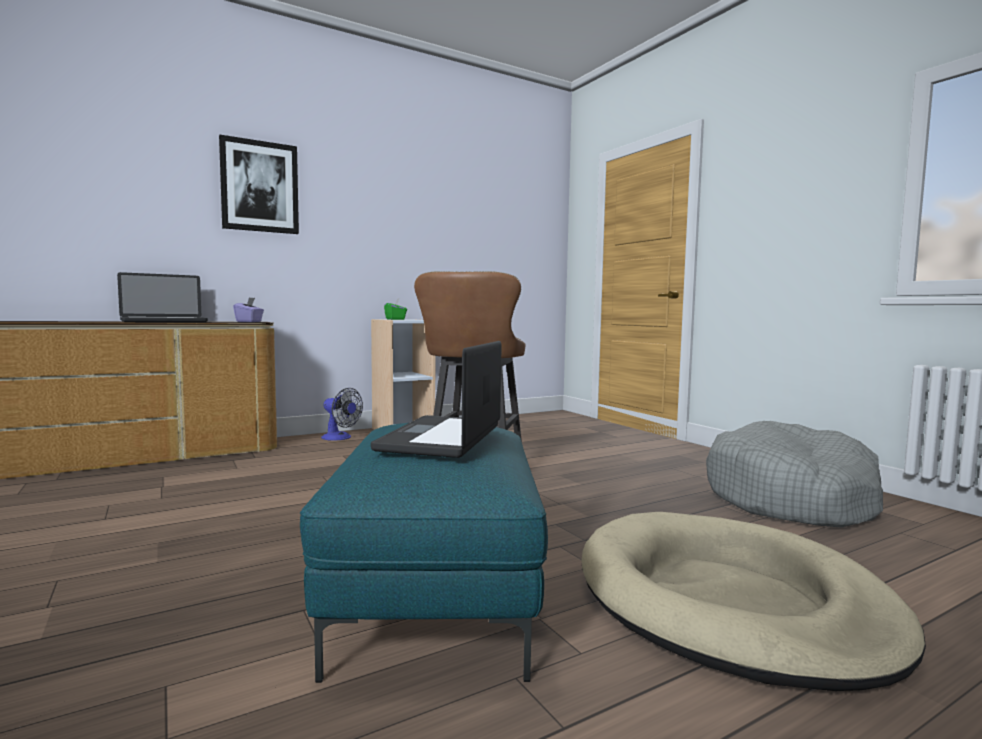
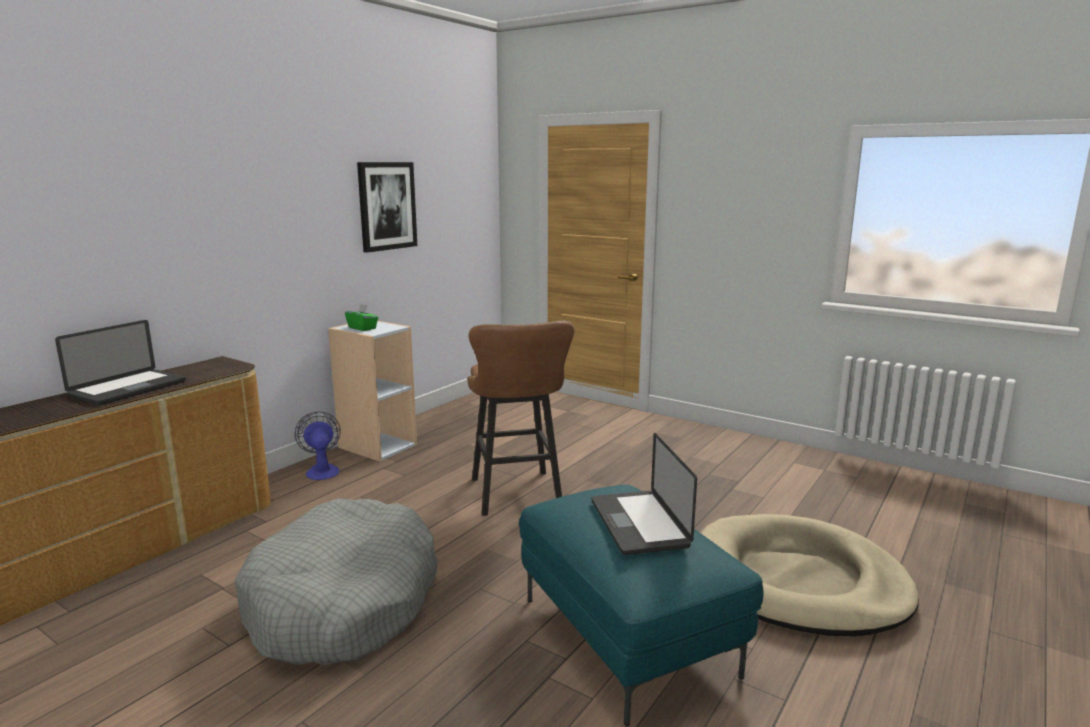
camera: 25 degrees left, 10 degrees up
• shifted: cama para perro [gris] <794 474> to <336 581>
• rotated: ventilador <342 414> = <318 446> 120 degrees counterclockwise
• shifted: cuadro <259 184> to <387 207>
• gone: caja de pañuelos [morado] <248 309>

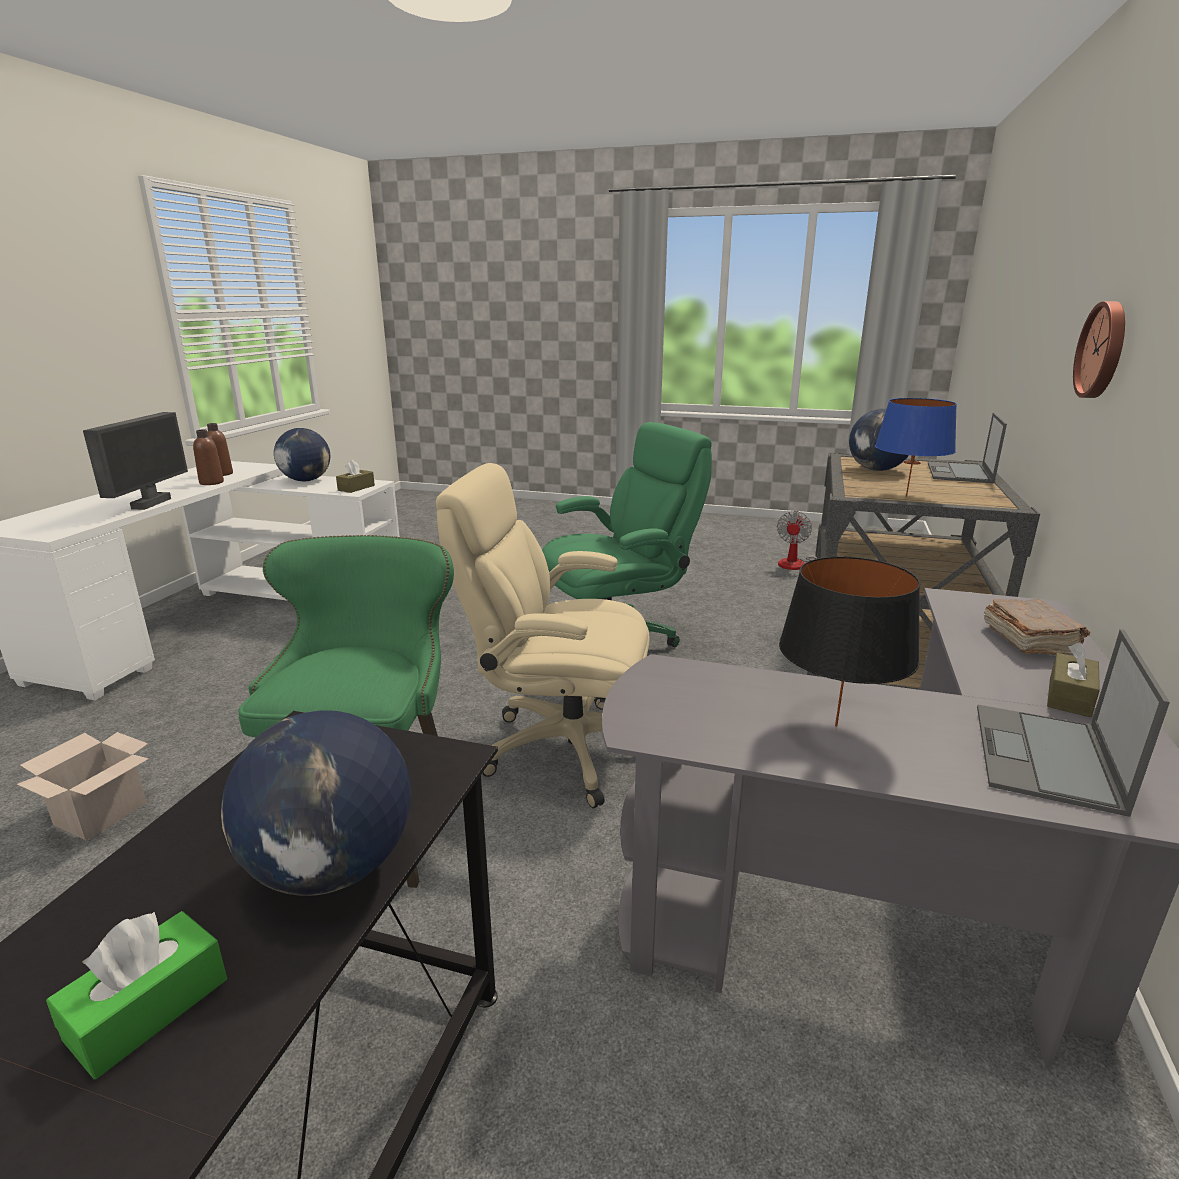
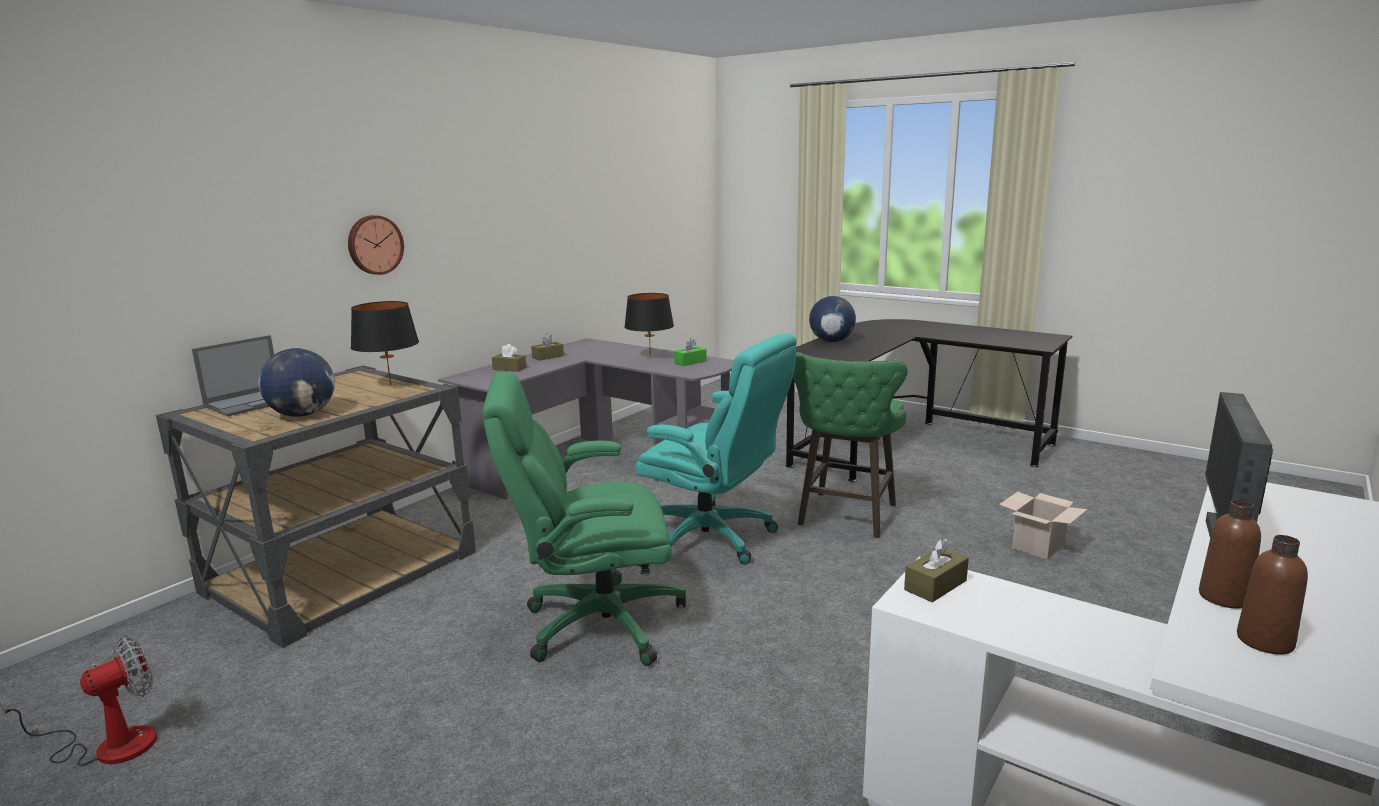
camera: 160 degrees left, 5 degrees down
• repainted: lámpara de mesa [azul] <916 447> to lámpara de mesa [negro] <385 343>
• swapped: libro [marrón] <1036 627> to caja de pañuelos [marrón] <509 358>
• repainted: silla de oficina [beis] <542 635> to silla de oficina [turquesa] <716 448>
• shifted: caja de pañuelos [verde] <136 995> to <690 352>
• gone: globo terráqueo <302 454>
• gone: portátil <1073 723>

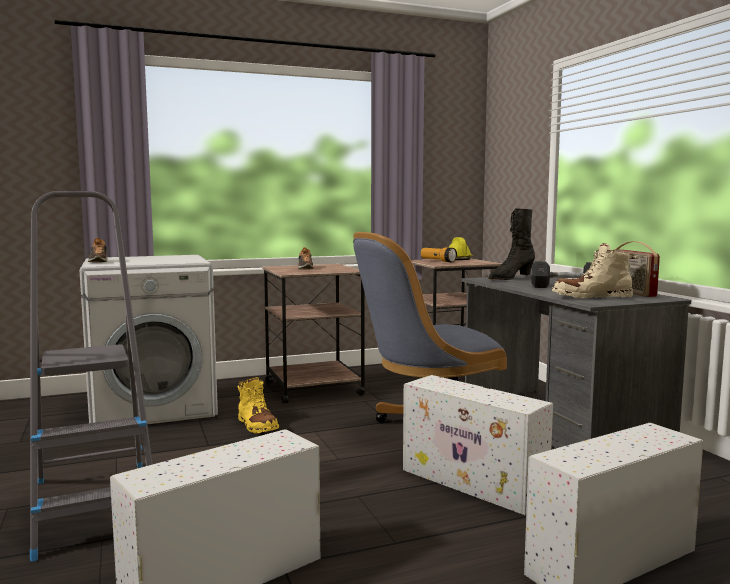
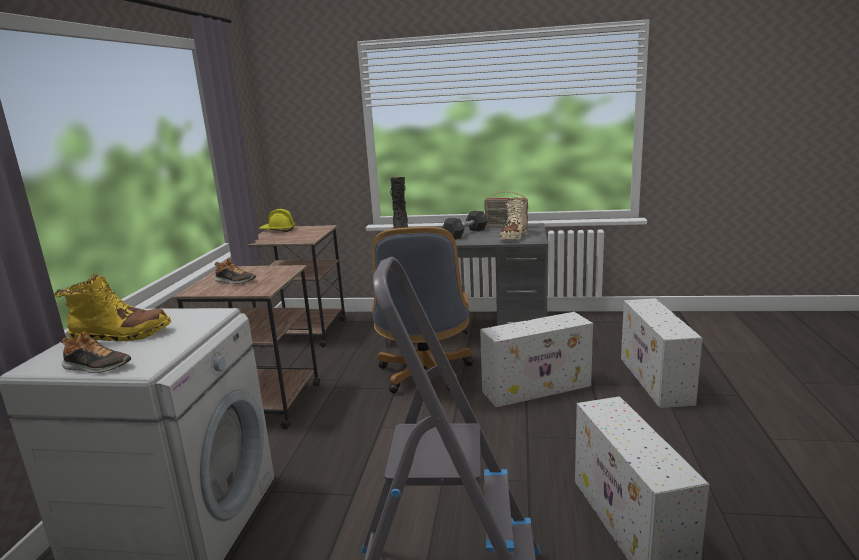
camera: 60 degrees left, 10 degrees up
• shifted: bota [amarillo] <258 405> to <112 307>
• gone: linterna <439 254>

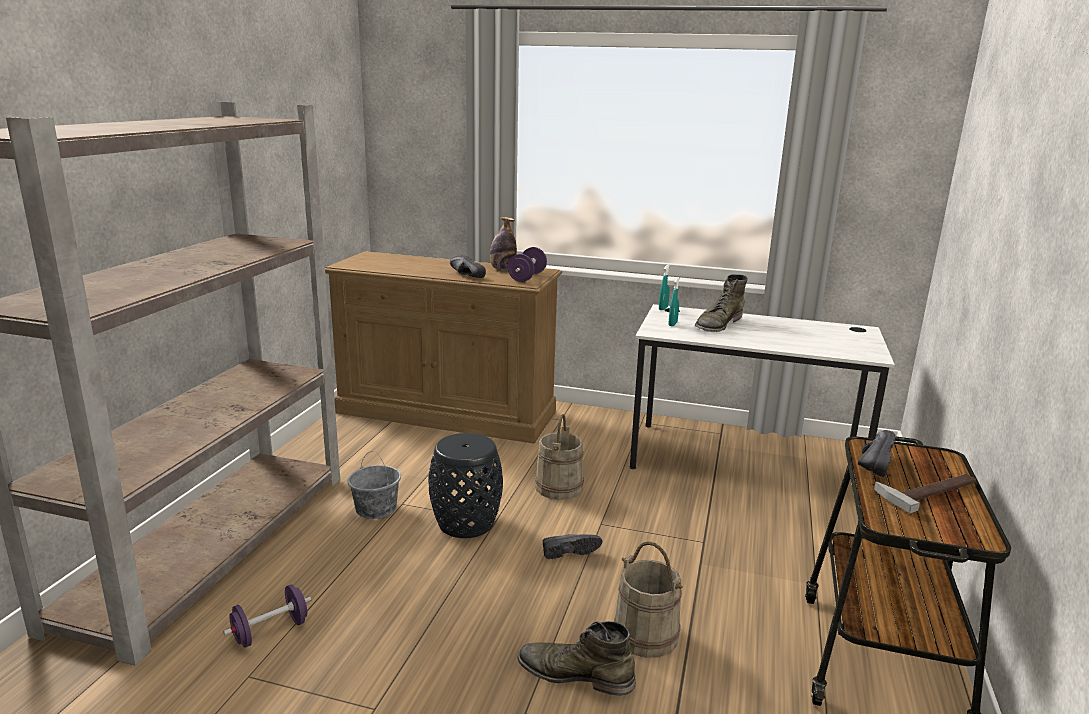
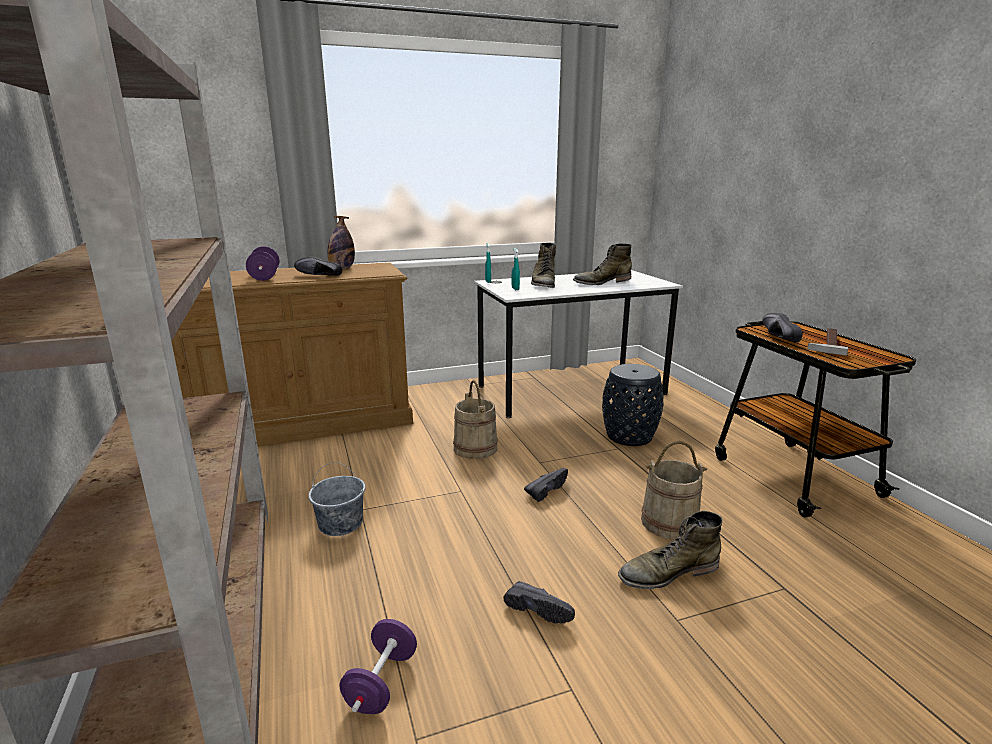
camera: 35 degrees left, 0 degrees up
• shifted: mancuerna [morado] <527 264> to <262 263>
• new: zapato [negro] <539 602>
• new: bota [verde] <602 264>
• shifted: taburete [negro] <465 485> to <633 405>

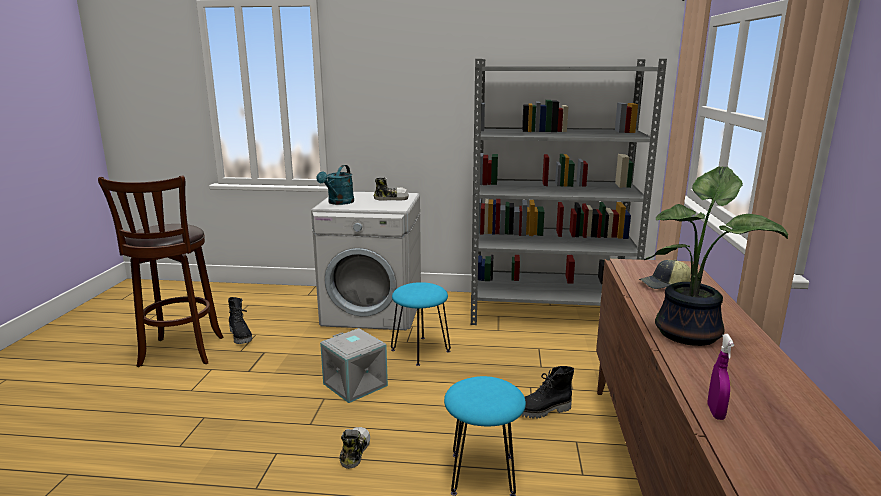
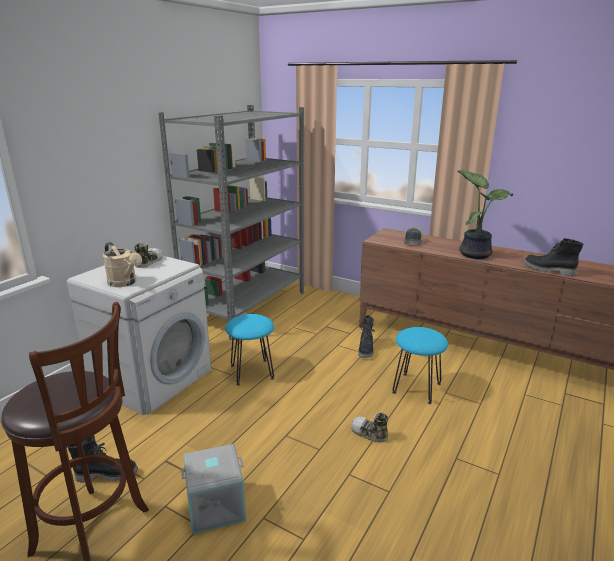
camera: 65 degrees left, 5 degrees up
• repainted: regadera [turquesa] <335 185> to regadera [beis] <122 264>
• shifted: caja de almacenaje [gris] <354 365> to <213 489>
• swapped: pulverizador [morado] <720 377> to bota [negro] <553 257>

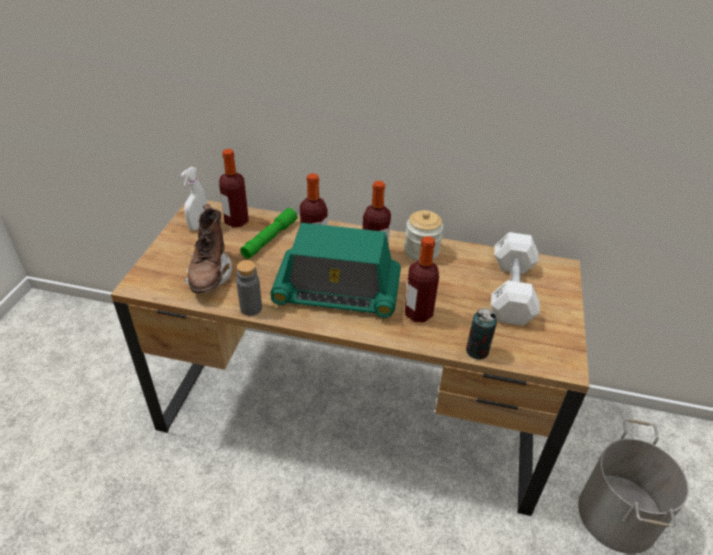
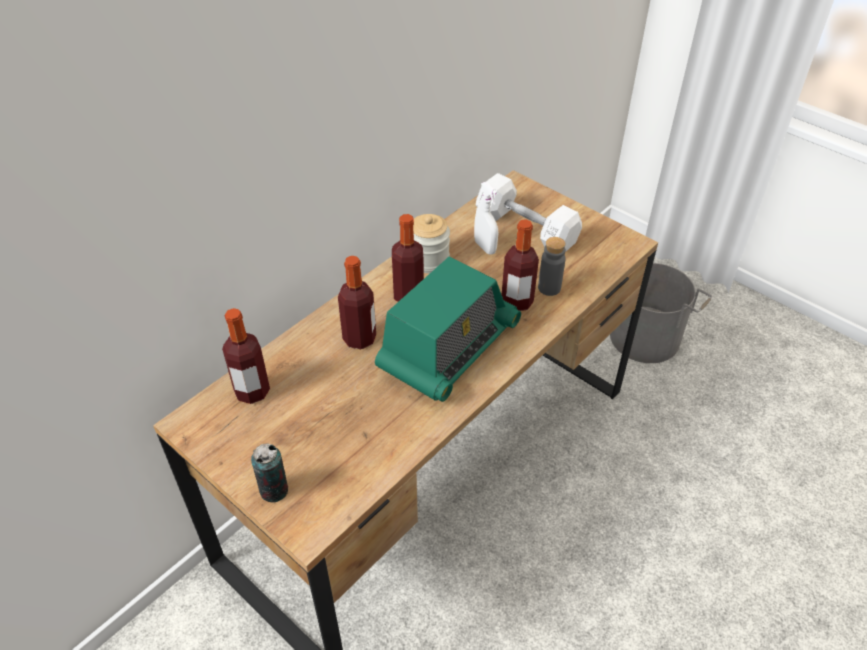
camera: 60 degrees left, 5 degrees up
• shifted: lata <481 334> to <269 473>
• shifted: pulverizador [blanco] <194 199> to <486 218>
• shifted: botella [gris] <249 288> to <552 266>
• gone: bota [marrón] <208 249>
• gone: linterna [verde] <269 233>

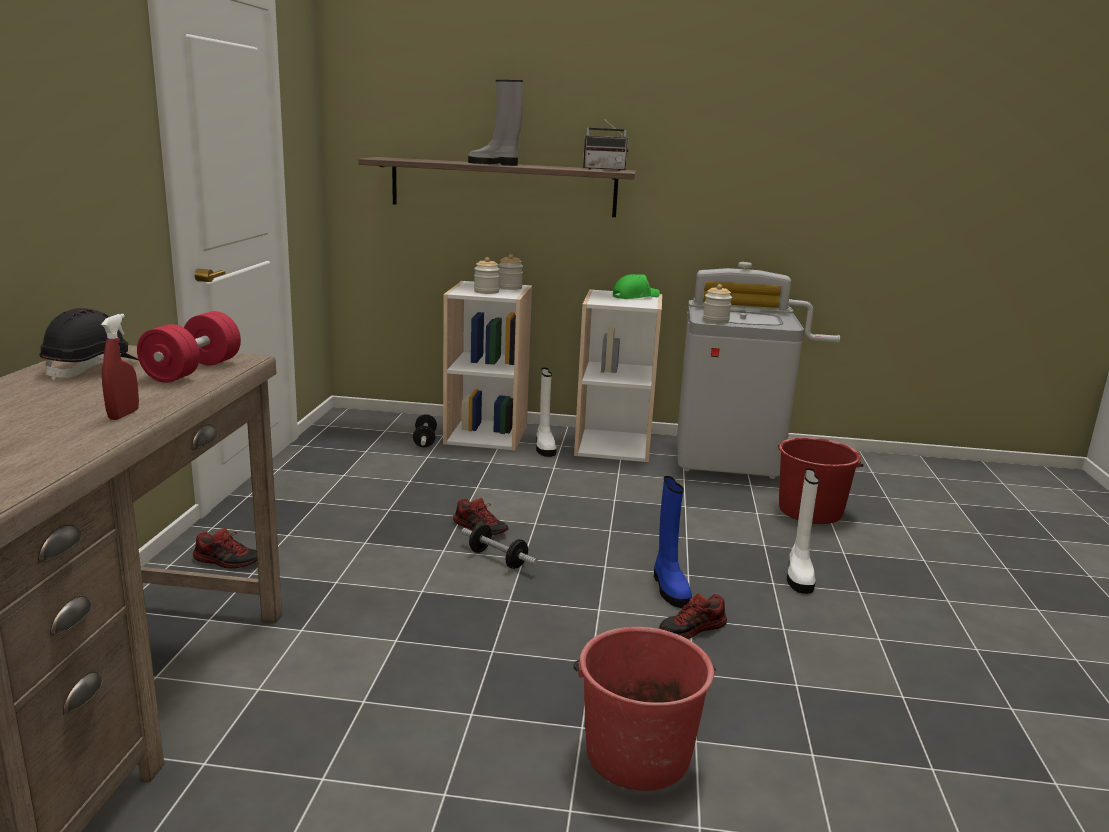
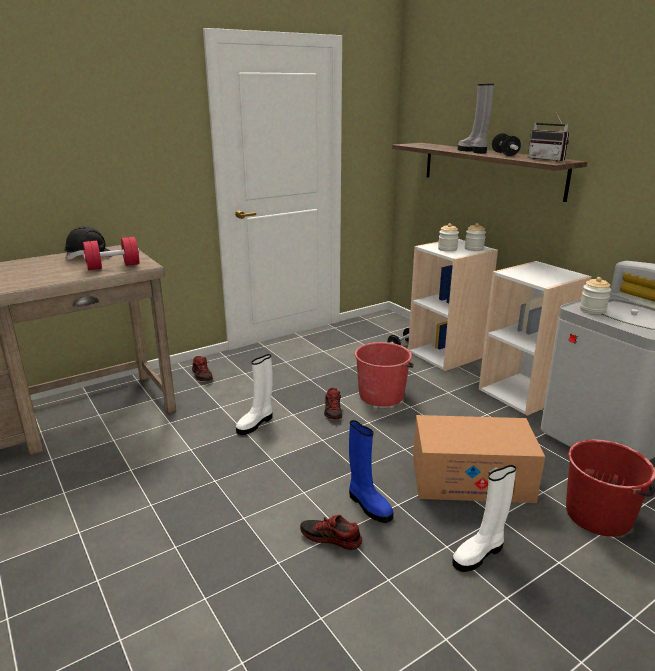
camera: 50 degrees right, 5 degrees up
• shifted: bota [blanco] <546 412> to <254 394>
• rotated: bota [azul] <673 542> = <371 471> 75 degrees counterclockwise
• shifted: cubo [rojo] <644 709> to <384 374>
• new: caja de cartón <479 459>
• shifted: mancuerna <500 546> to <506 144>
• gone: pulverizador [rojo] <120 367>
• gone: gorra [verde] <636 286>

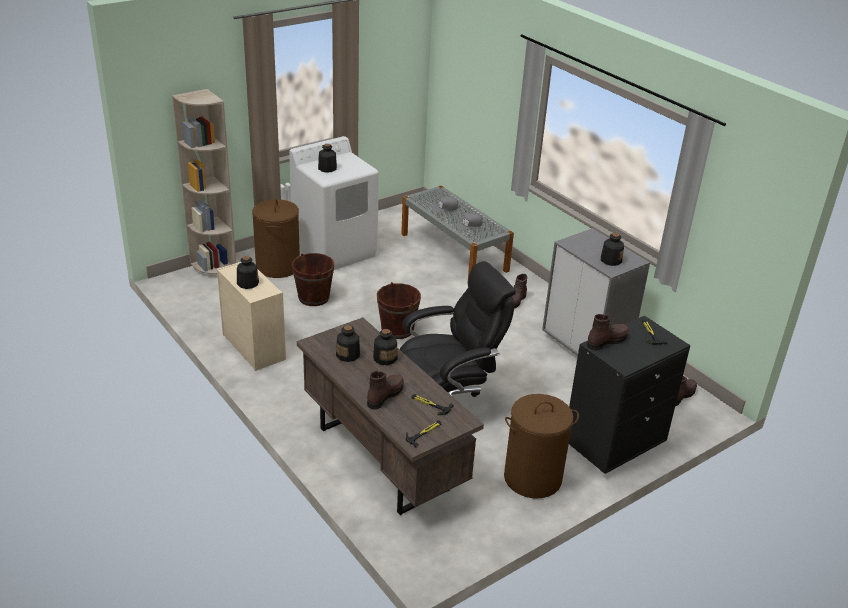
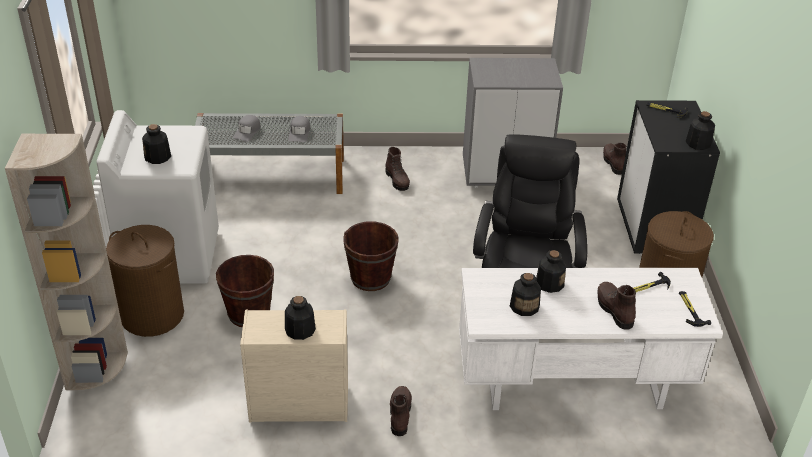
camera: 55 degrees left, 5 degrees up
• shifted: bota [marrón] <608 332> to <401 411>
• repainted: escritorio [marrón] <390 416> to escritorio [blanco] <591 339>
• shifted: botella <612 249> to <700 130>

